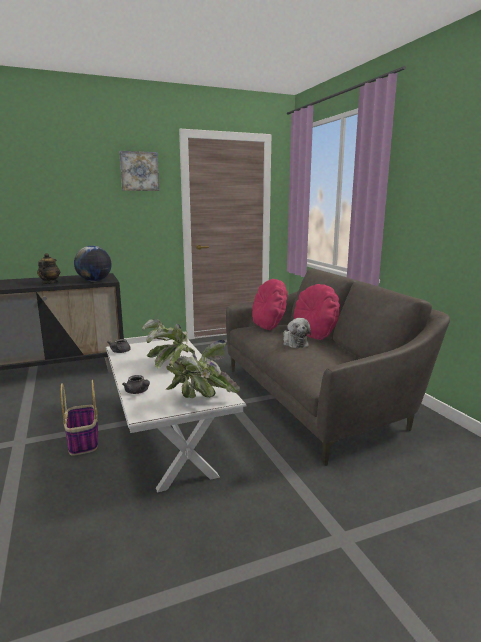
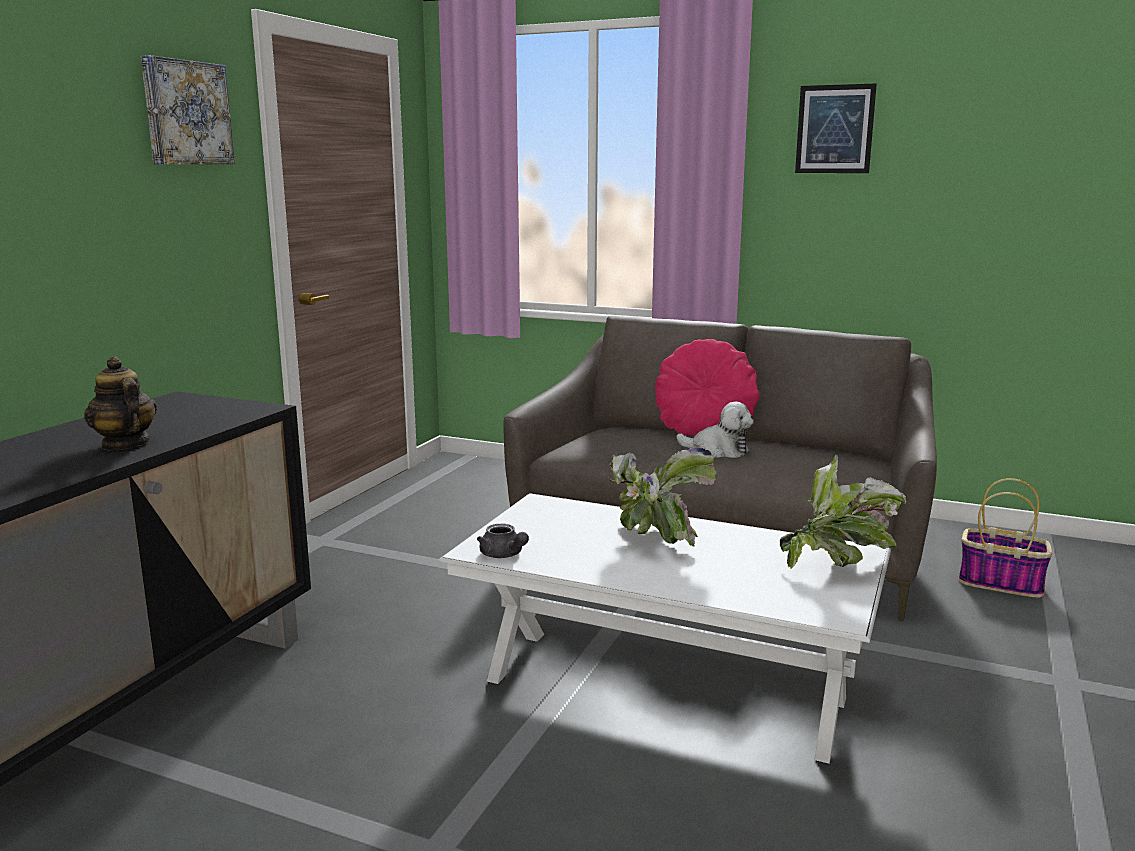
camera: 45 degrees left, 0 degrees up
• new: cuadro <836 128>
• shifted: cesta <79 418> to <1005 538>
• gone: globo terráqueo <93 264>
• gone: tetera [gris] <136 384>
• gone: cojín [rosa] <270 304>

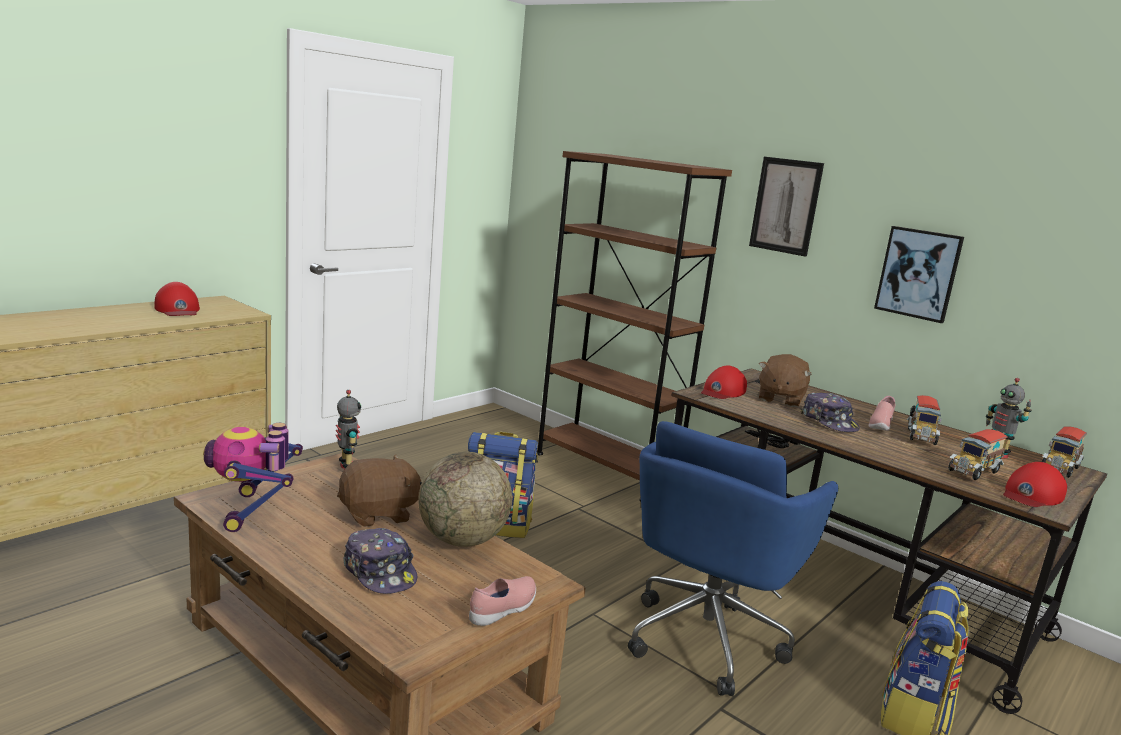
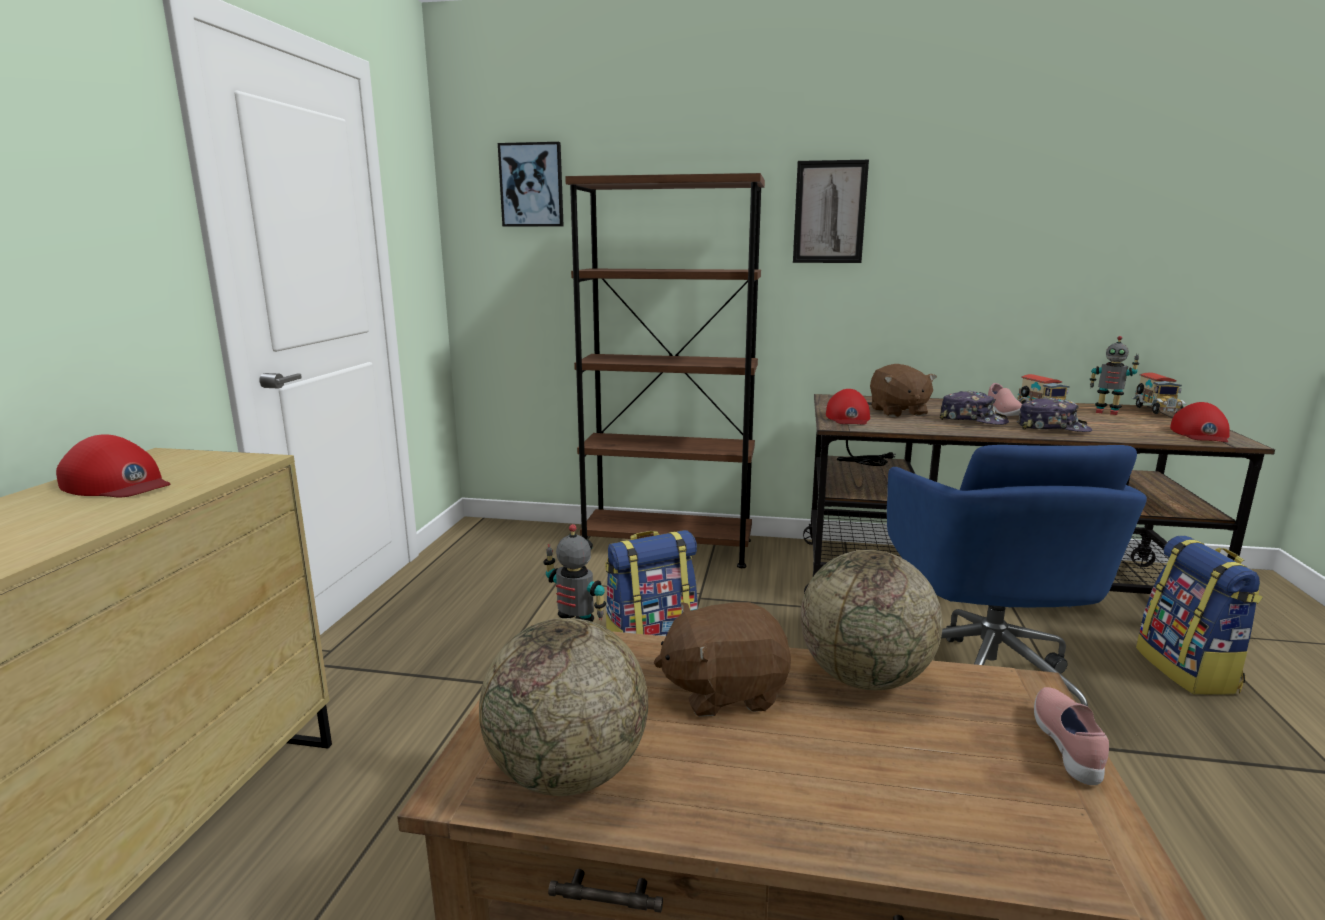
camera: 30 degrees left, 0 degrees up
• swapped: robot de juguete <253 477> to globo terráqueo <563 707>
• shifted: cuadro <919 274> to <531 184>
• rotated: peluche [marrón] <379 491> = <722 659> 135 degrees counterclockwise
• shifted: gorra <380 561> to <1054 415>
• gone: camión de juguete <978 454>

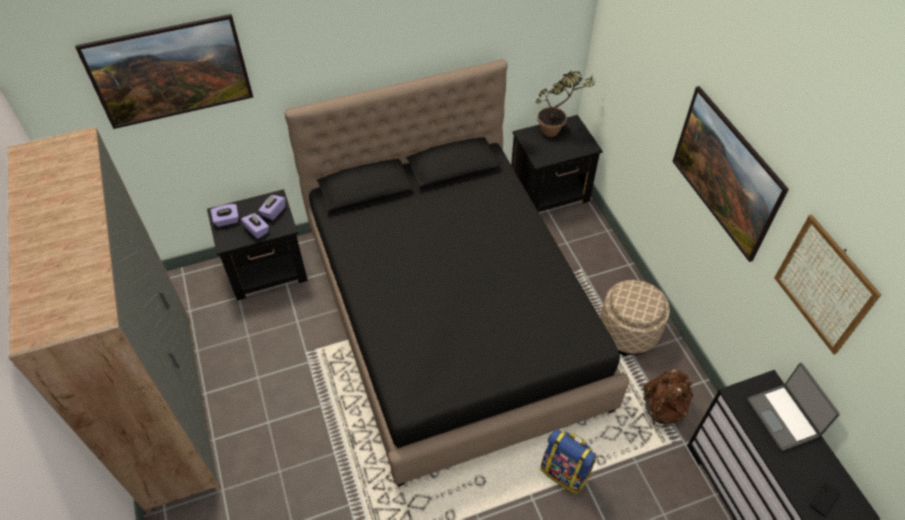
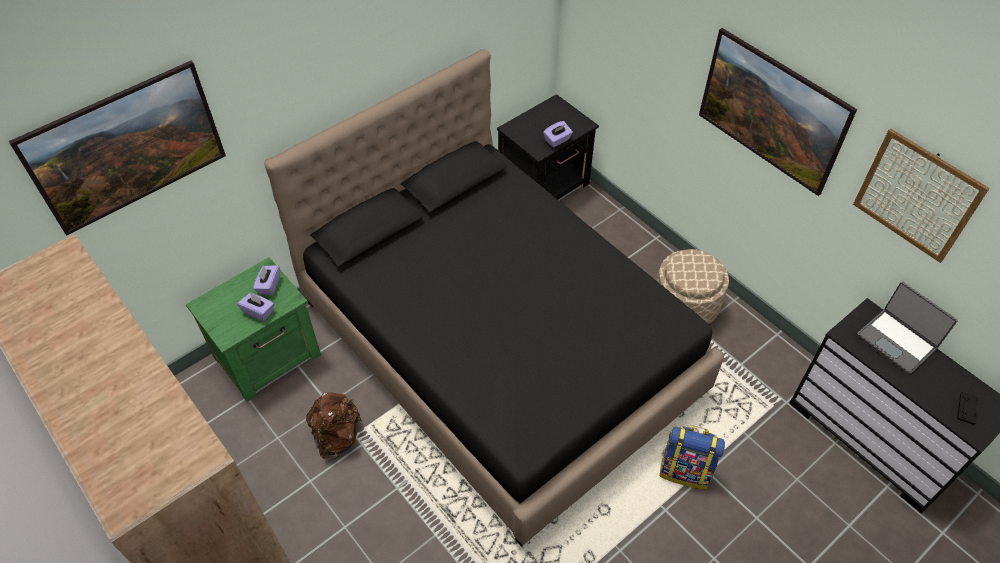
camera: 20 degrees left, 0 degrees up
• repainted: mesita de noche [negro] <257 245> to mesita de noche [verde] <253 329>
• shifted: mochila [marrón] <668 399> to <334 426>
• shifted: caja de pañuelos [morado] <225 215> to <558 134>
• gone: planta en maceta <566 103>

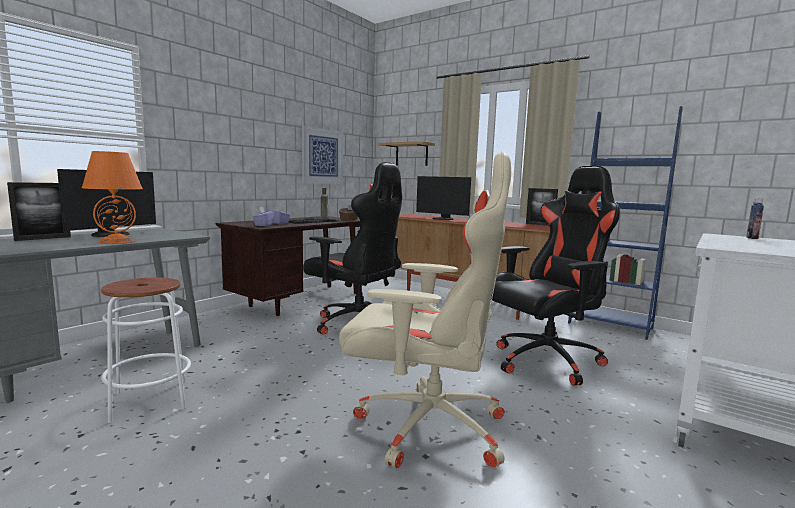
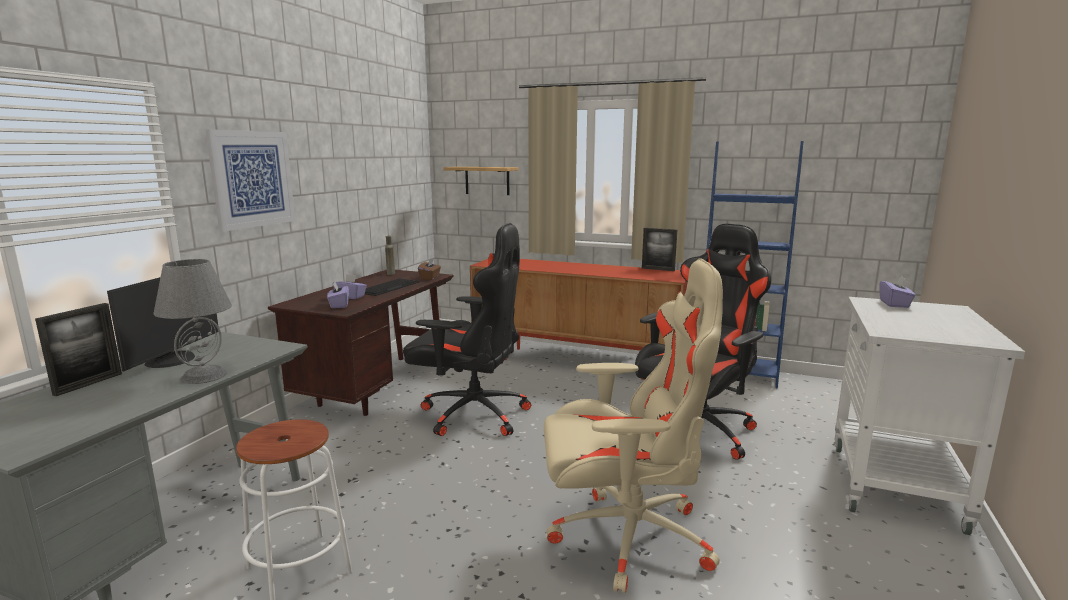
camera: 15 degrees left, 5 degrees up
• repainted: lámpara de mesa [naranja] <112 197> to lámpara de mesa [gris] <192 321>
• shifted: cuadro <322 155> to <250 180>
• swapped: botella <755 218> to caja de pañuelos [morado] <897 292>
• gone: monitor <443 198>

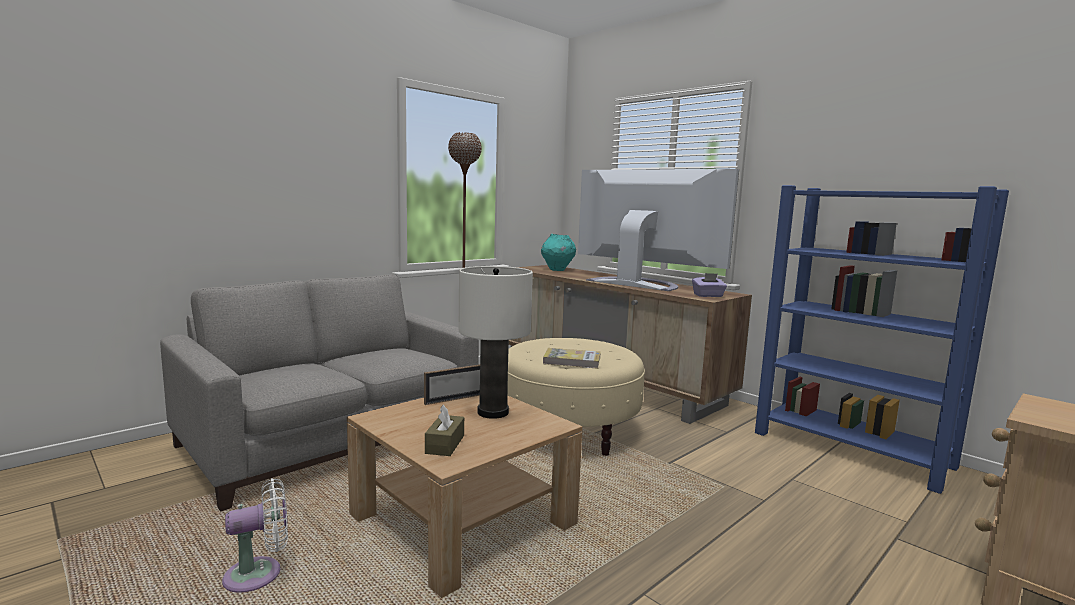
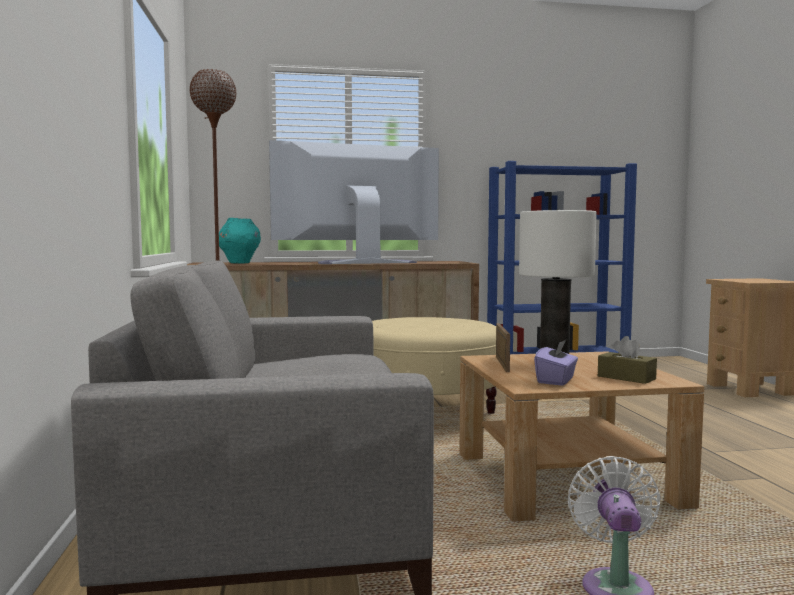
camera: 55 degrees left, 5 degrees down
• shifted: caja de pañuelos [morado] <709 285> to <556 363>
• gone: libro <572 358>

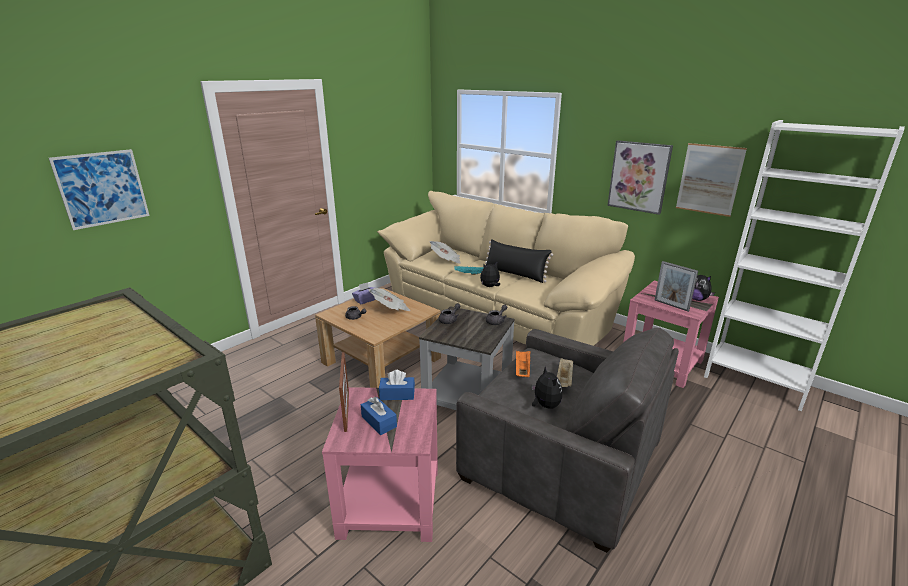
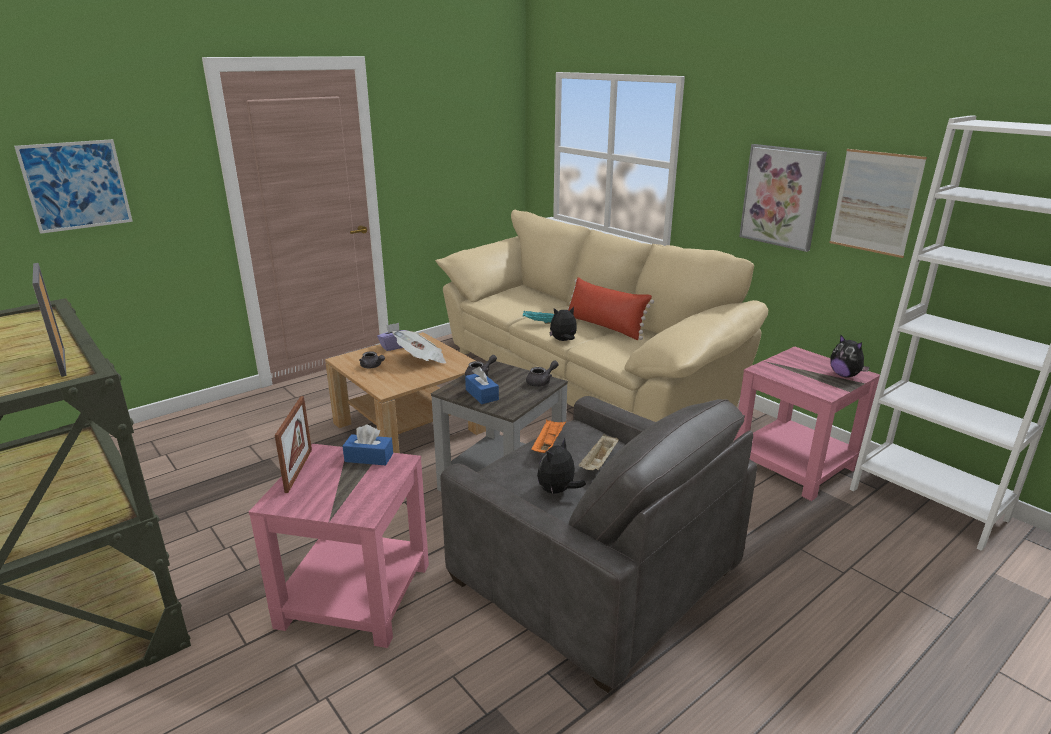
camera: 10 degrees right, 0 degrees up
• shifted: portarretratos <676 286> to <49 320>
• shifted: caja de pañuelos [azul] <379 416> to <482 385>
• rotated: peluche <546 387> = <561 465> 135 degrees counterclockwise
• repainted: cojín [negro] <518 261> to cojín [rojo] <611 308>
• gone: periódico <445 252>

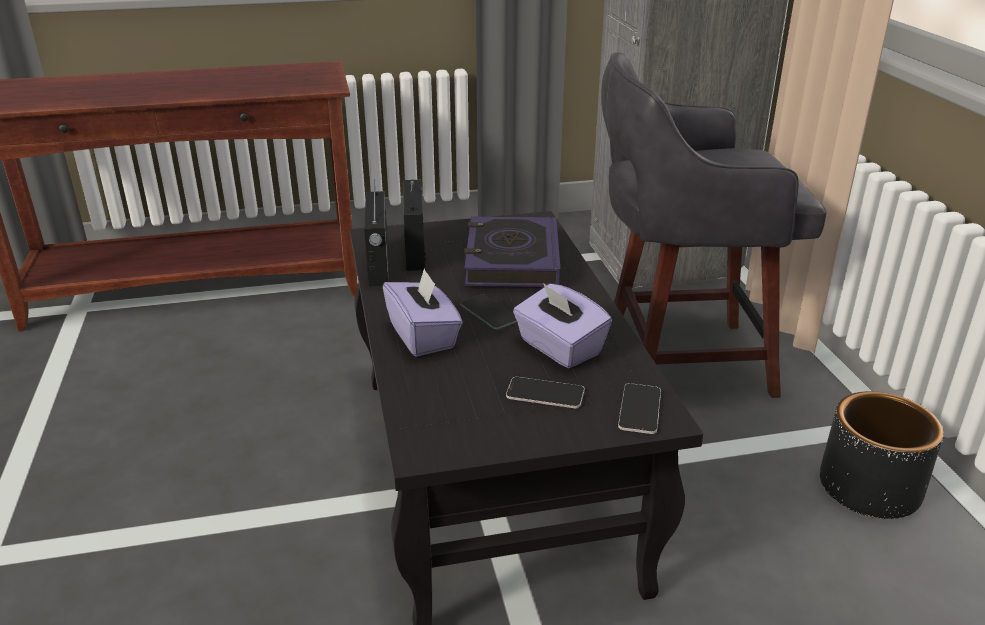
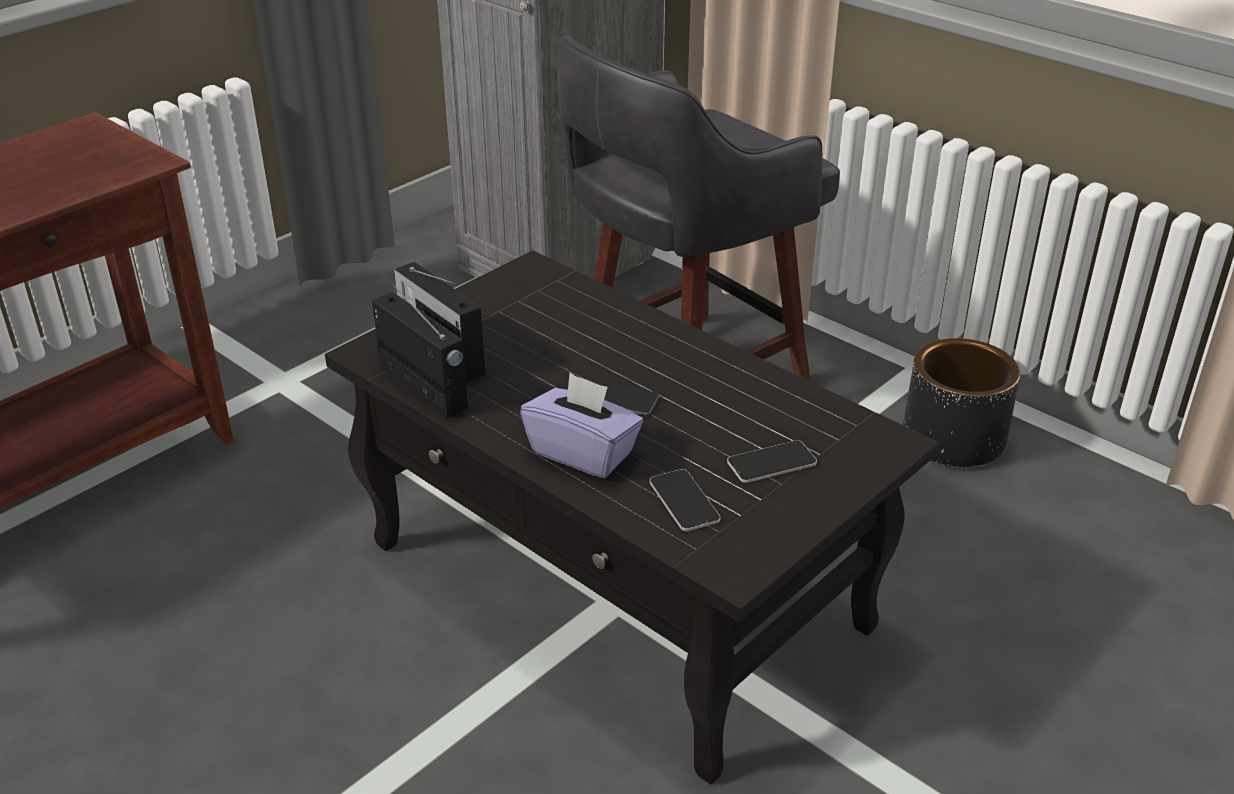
camera: 35 degrees left, 5 degrees up
• shifted: móvil <639 408> to <685 500>
• gone: libro <512 251>
• gone: caja de pañuelos [morado] <562 325>

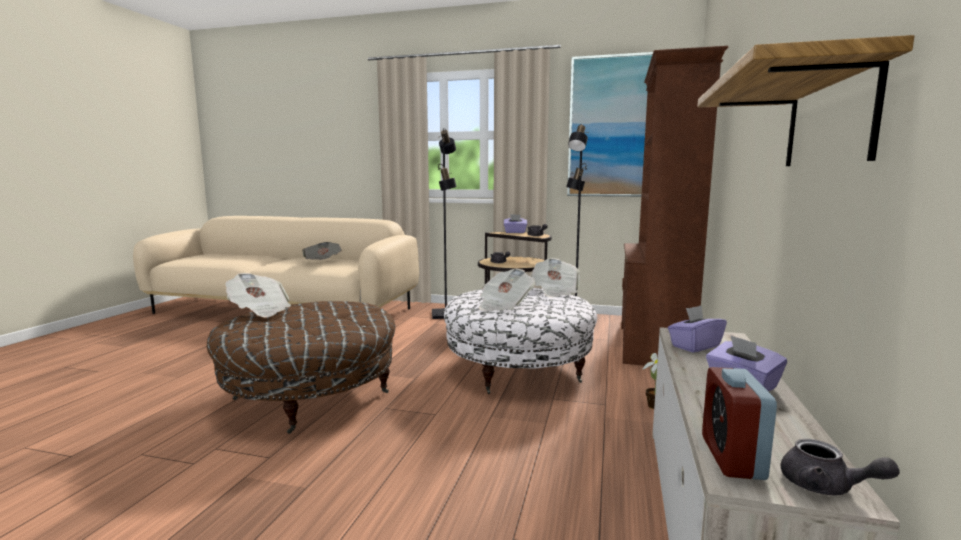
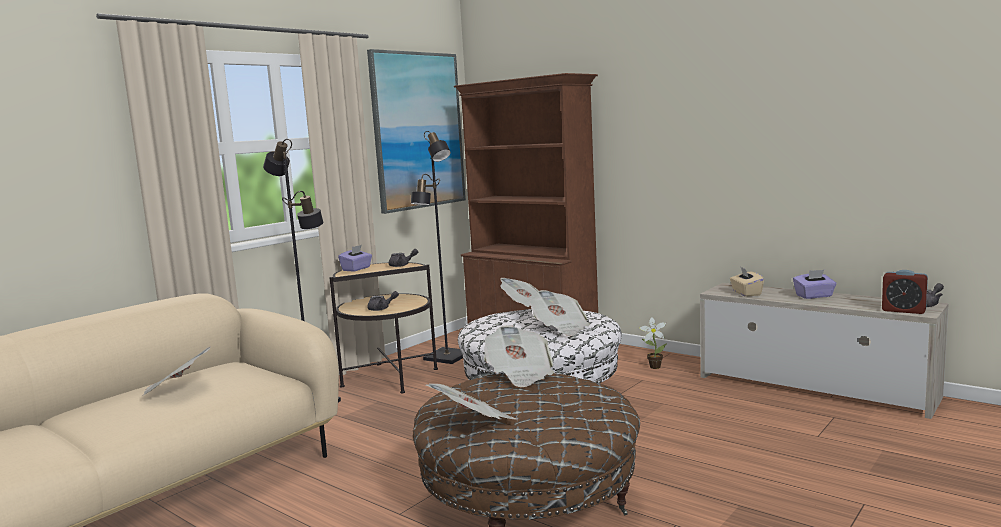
camera: 65 degrees left, 0 degrees up
• new: periódico <519 356>
• repainted: caja de pañuelos [morado] <697 329> to caja de pañuelos [beis] <747 281>
• gone: estante <806 100>

